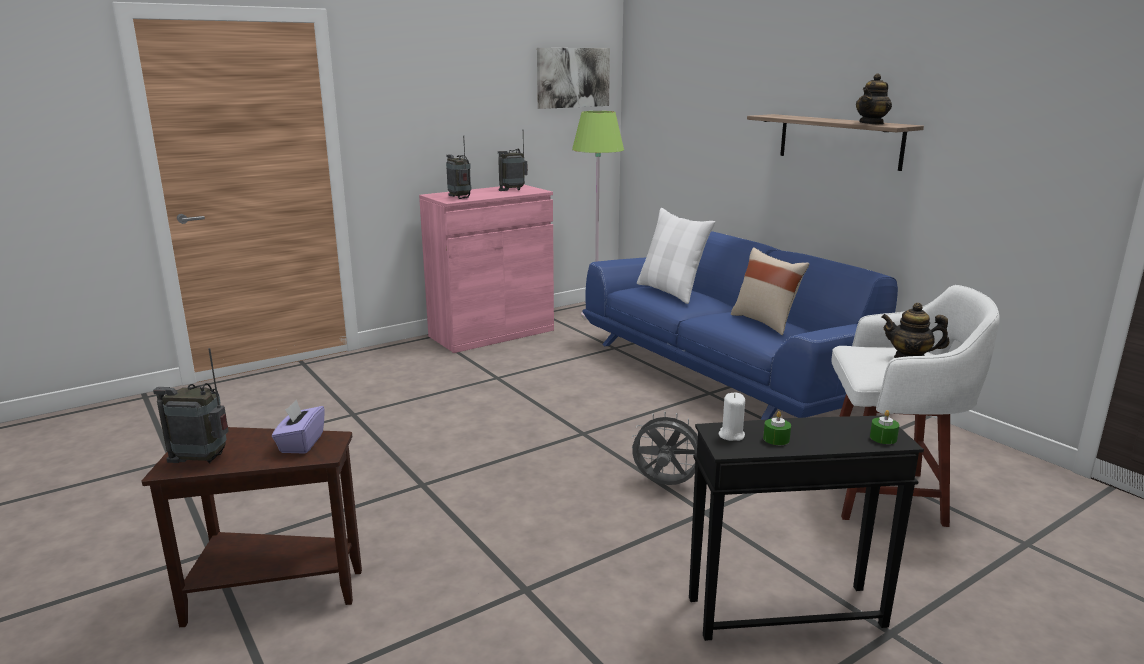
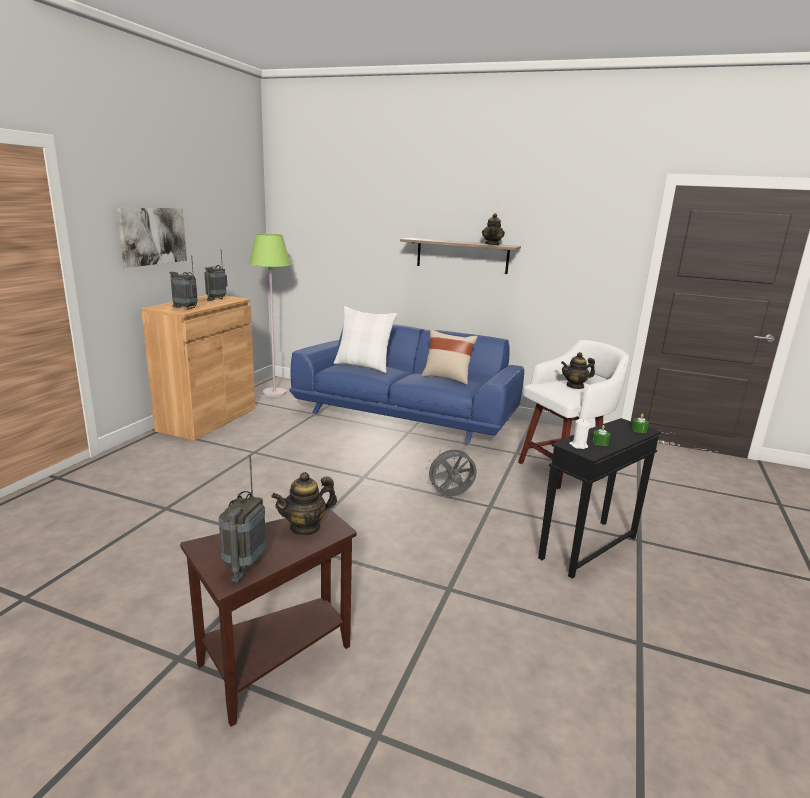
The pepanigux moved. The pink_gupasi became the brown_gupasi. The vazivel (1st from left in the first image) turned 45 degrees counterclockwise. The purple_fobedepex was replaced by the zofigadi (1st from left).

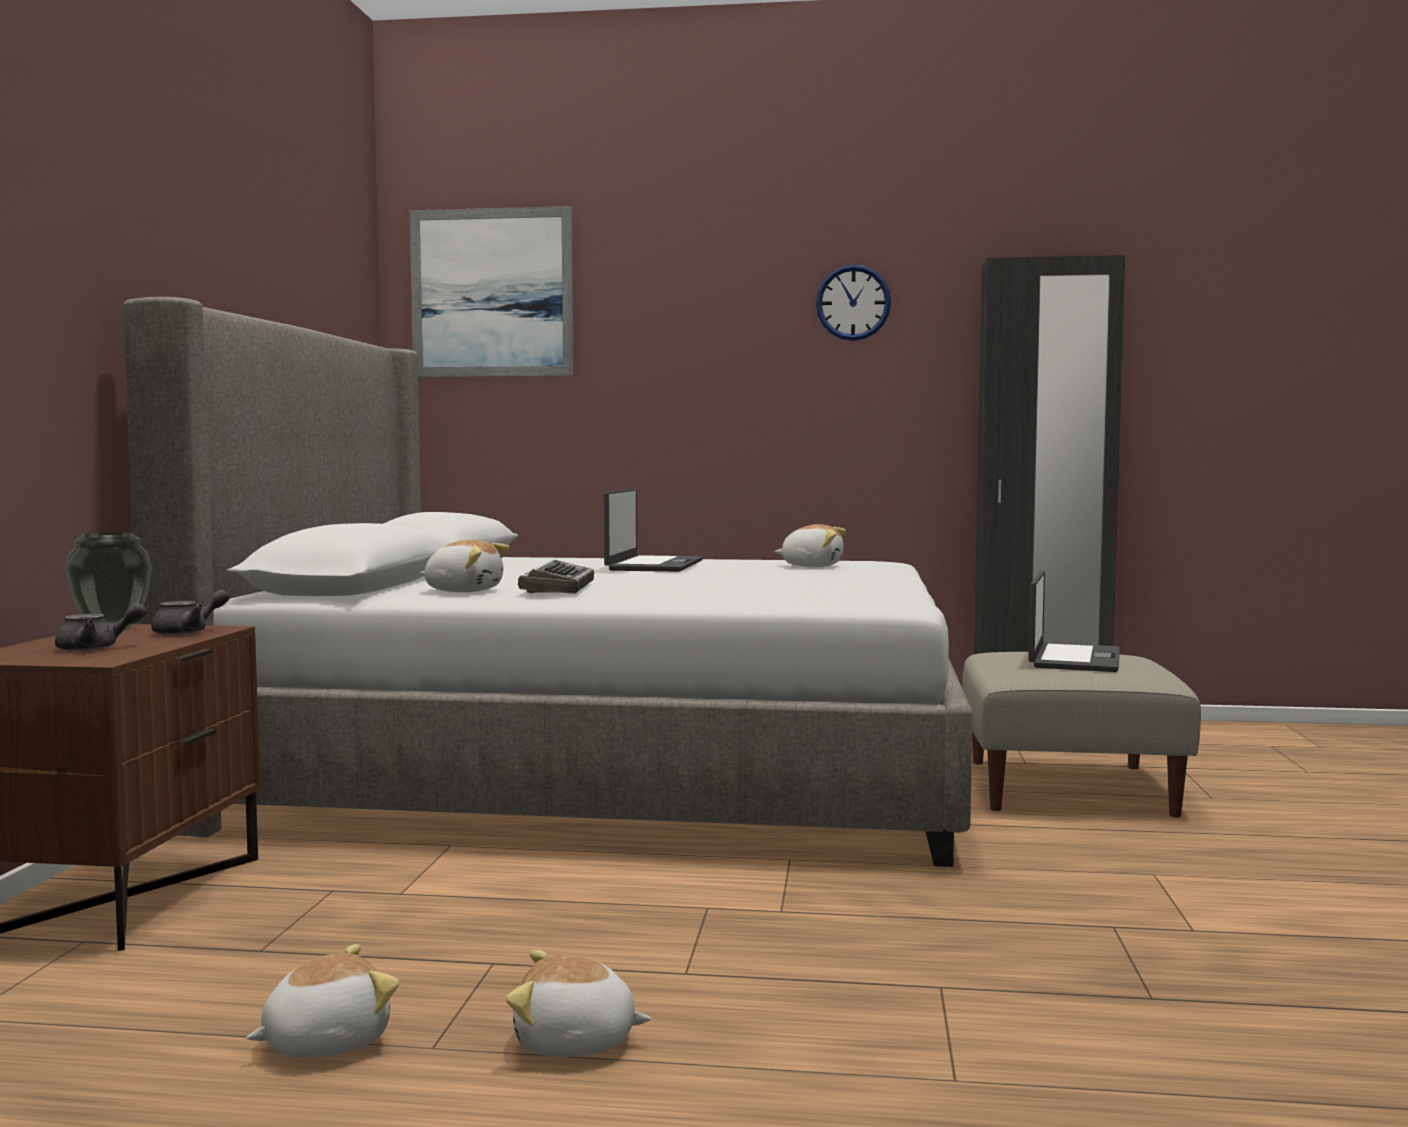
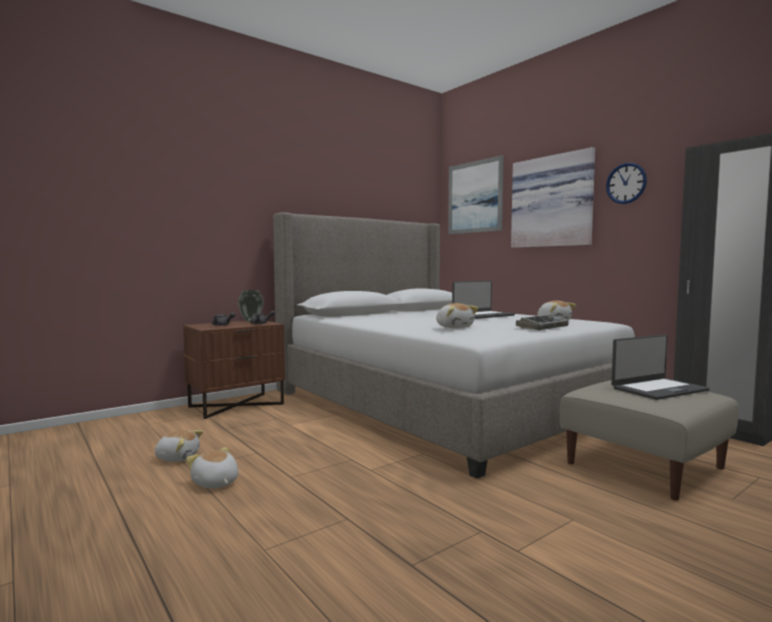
The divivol (2nd from left in the first image) moved. The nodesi moved. The pepanigux (2nd from left) appeared.

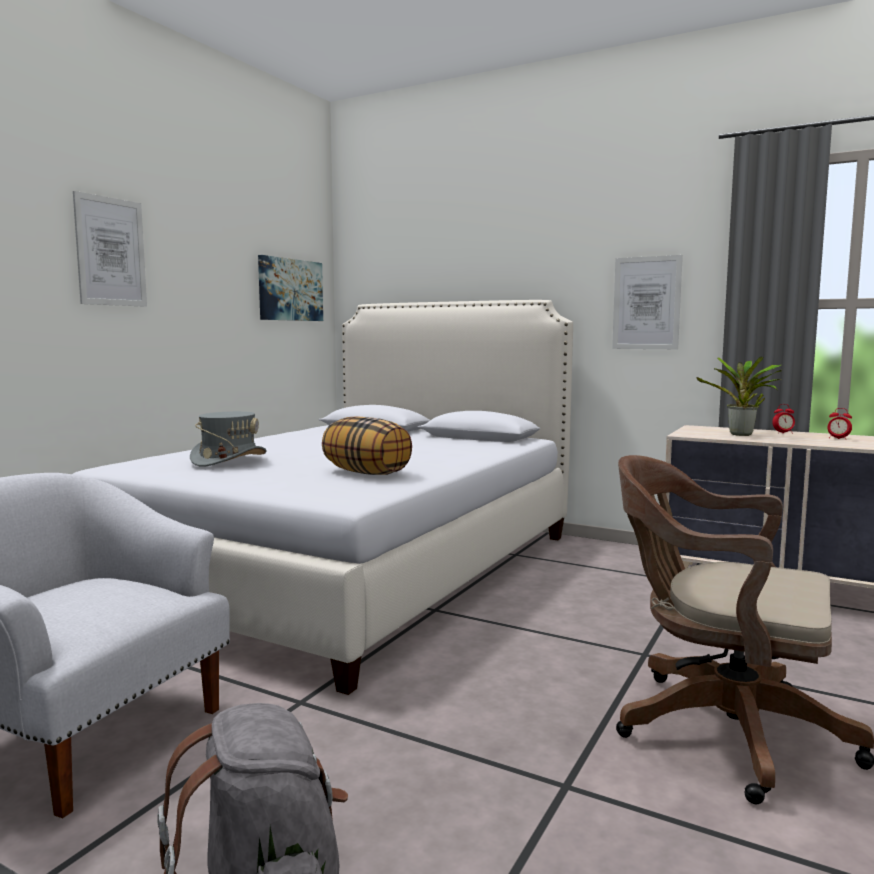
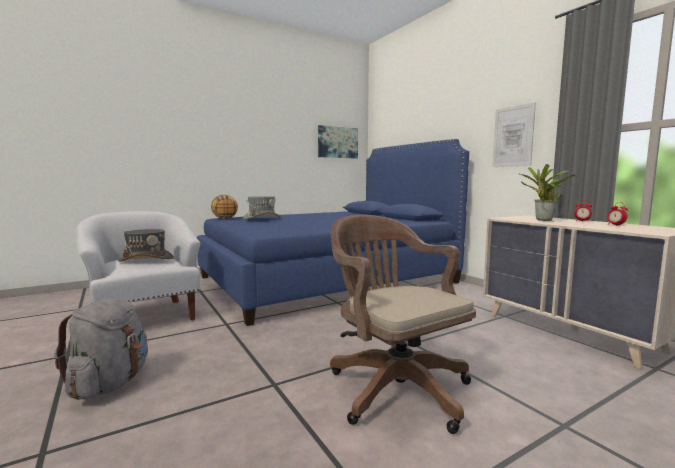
The pepanigux (1st from left) disappeared. The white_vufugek became the blue_vufugek. The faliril moved. The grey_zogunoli (1st from left) appeared.

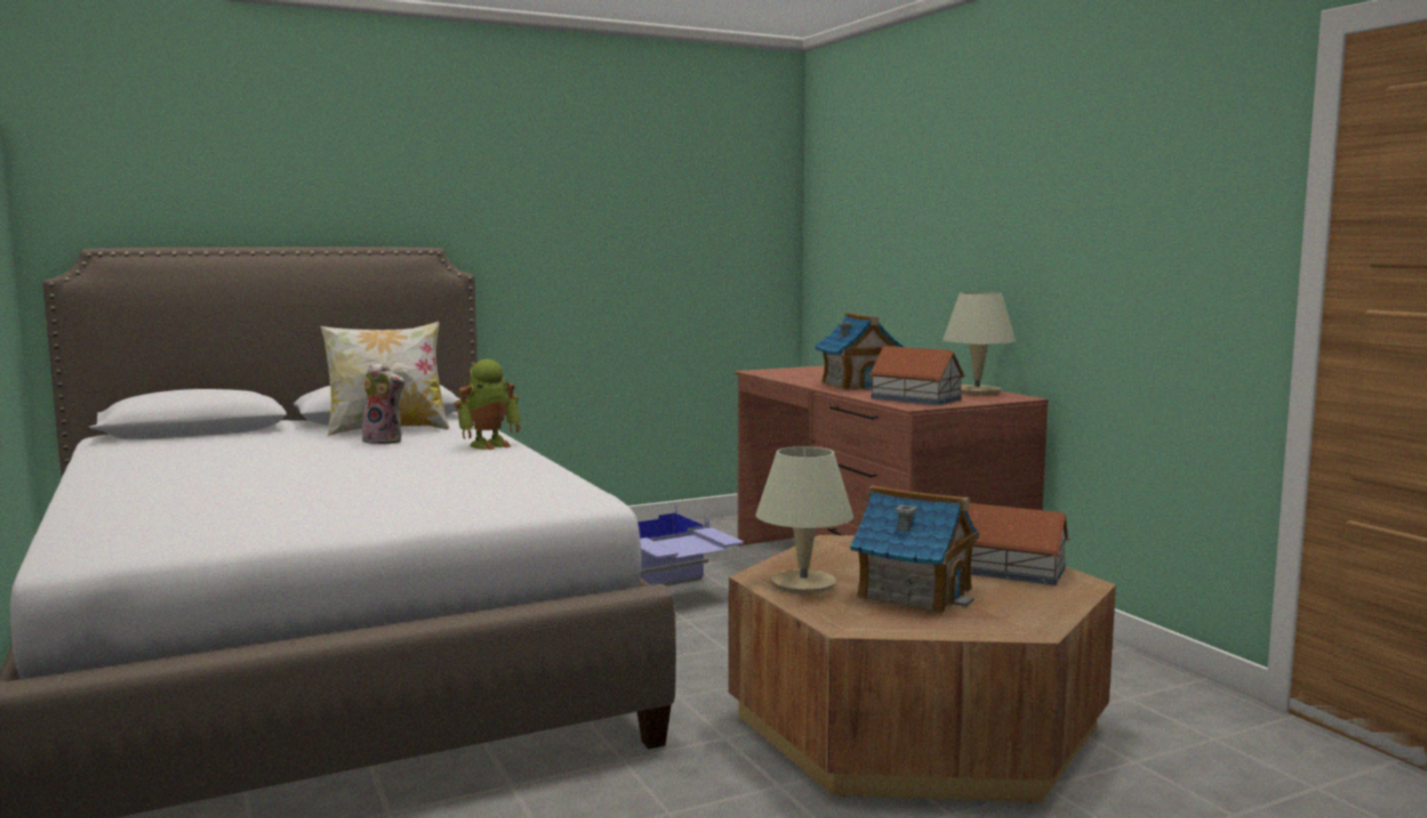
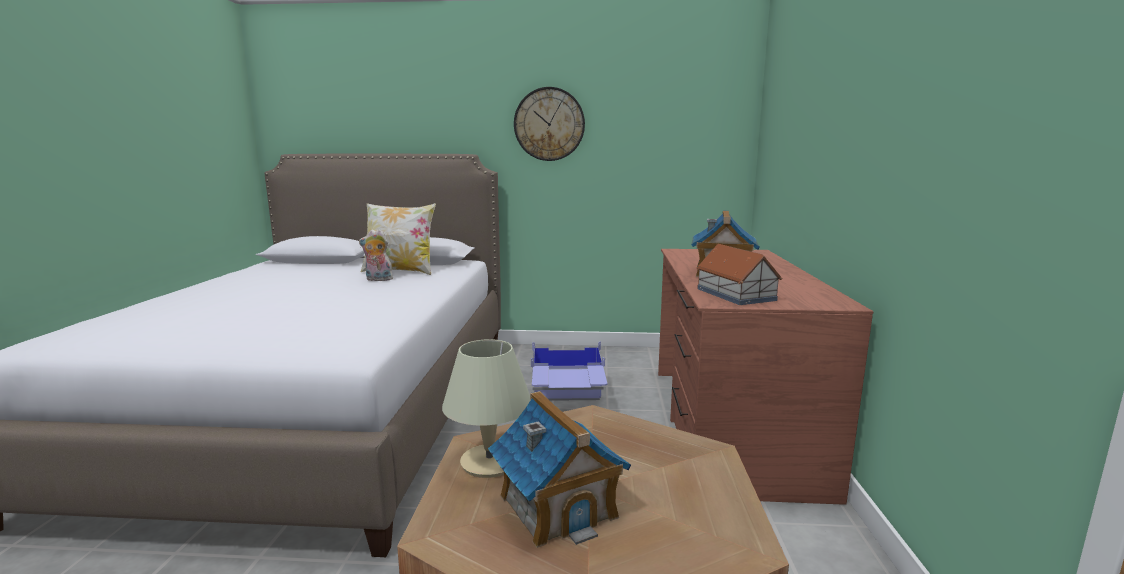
The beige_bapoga (2nd from left) disappeared. The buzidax disappeared. The divivol turned 135 degrees clockwise. The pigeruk (4th from left) disappeared. The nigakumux appeared.

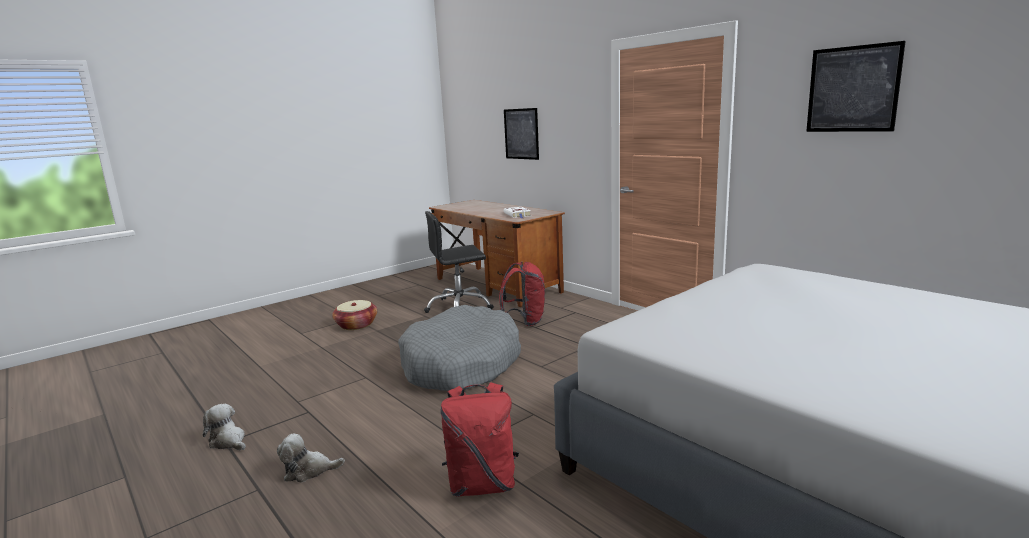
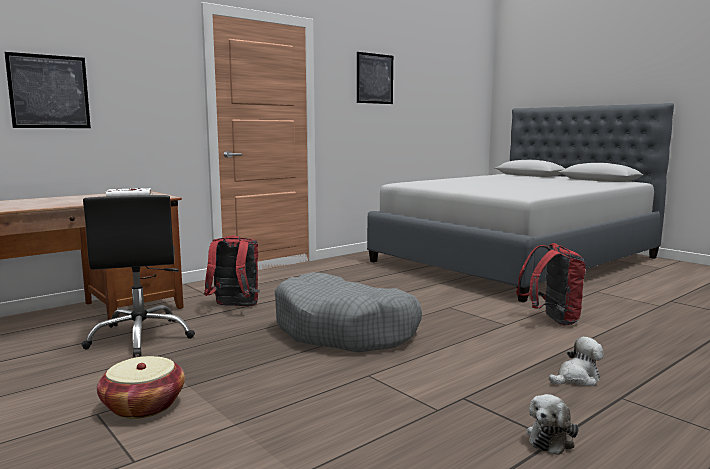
The divivol (2nd from left) turned 105 degrees counterclockwise.

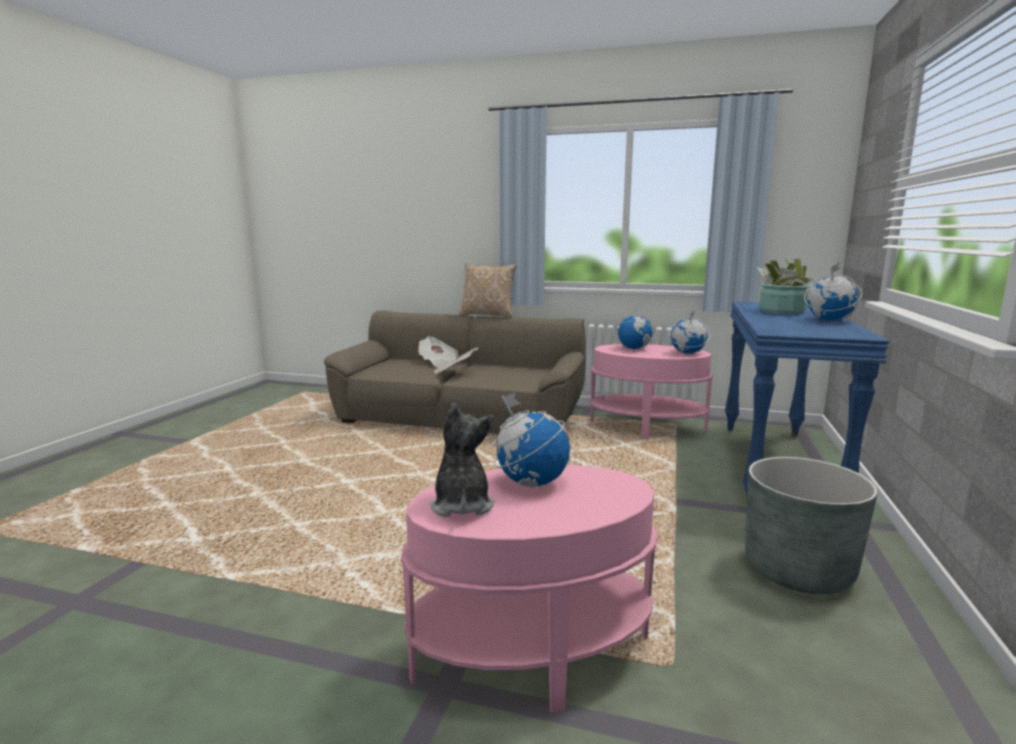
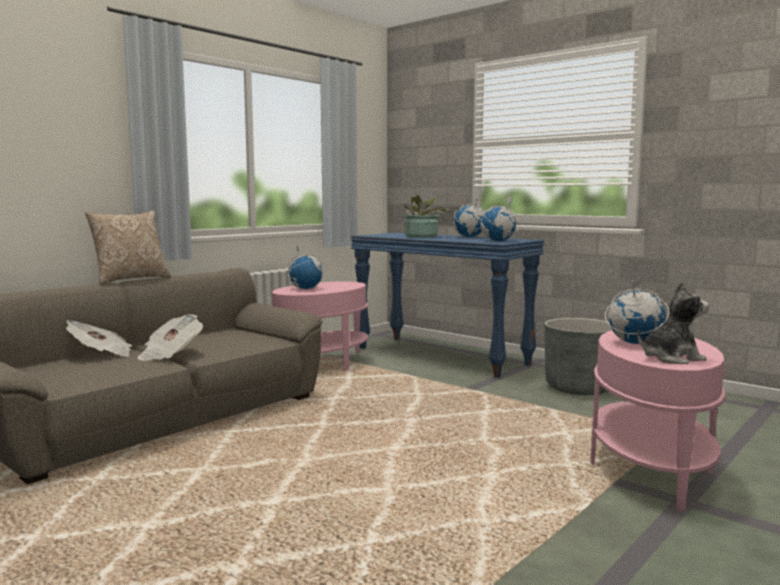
The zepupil (3rd from left) moved. The divivol turned 150 degrees clockwise.

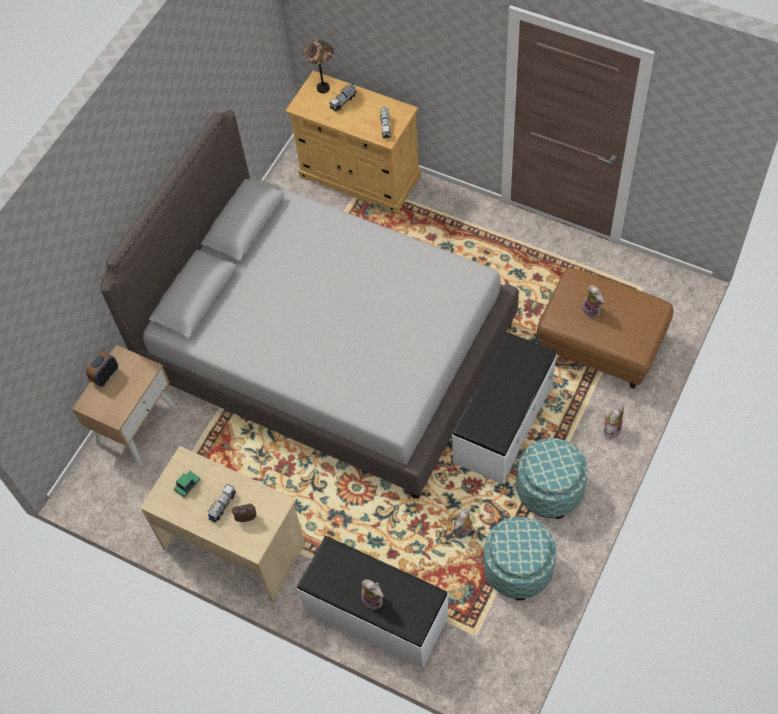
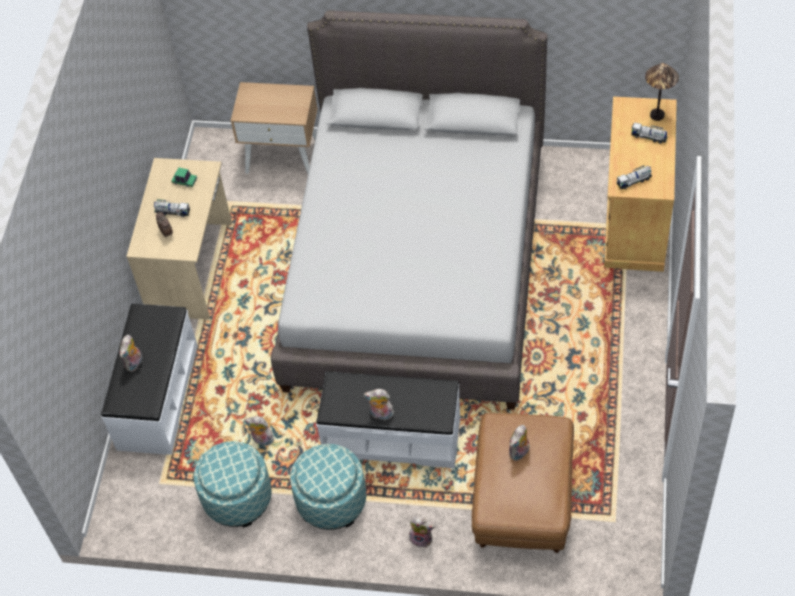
The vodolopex (1st from left) disappeared. The divivol (3rd from left) appeared.

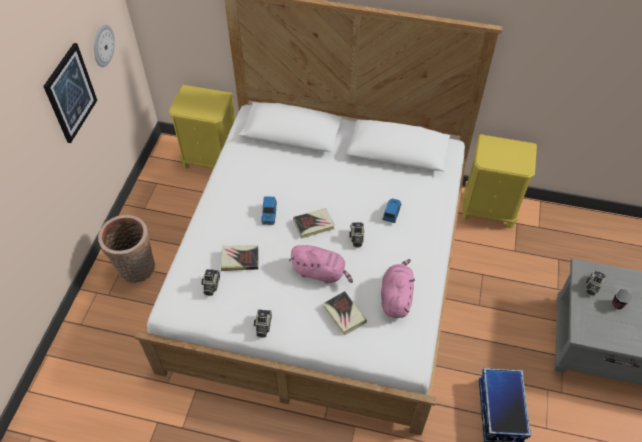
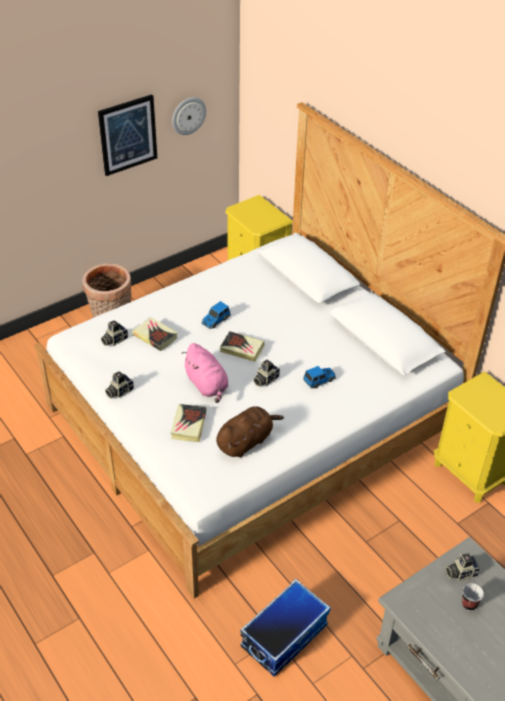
The pink_divivol (2nd from left) became the brown_divivol.

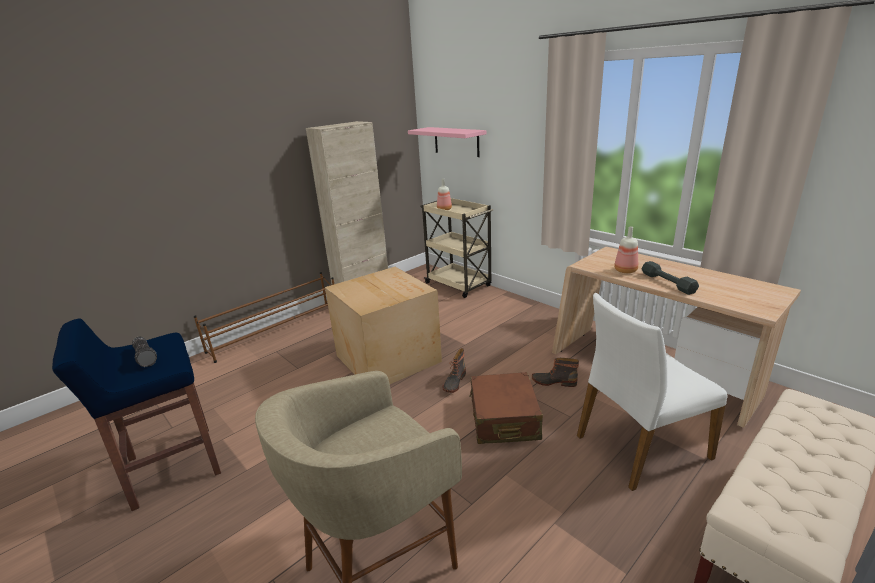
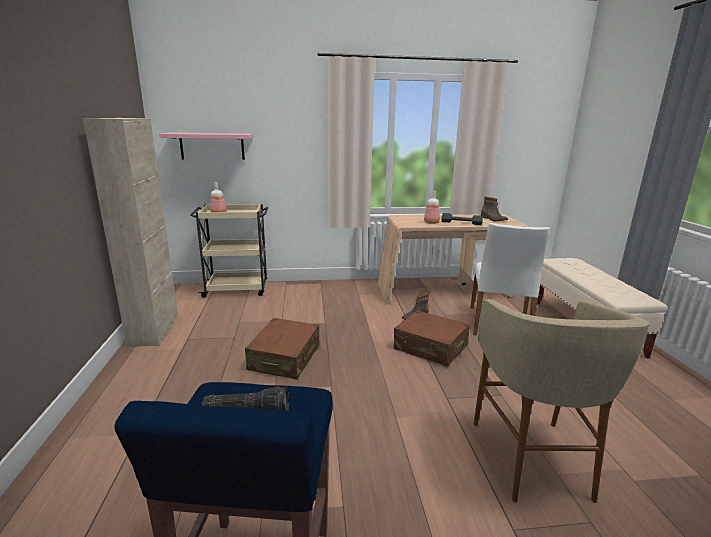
The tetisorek was replaced by the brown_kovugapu (1st from left). The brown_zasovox disappeared. The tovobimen (1st from left in the first image) moved.

